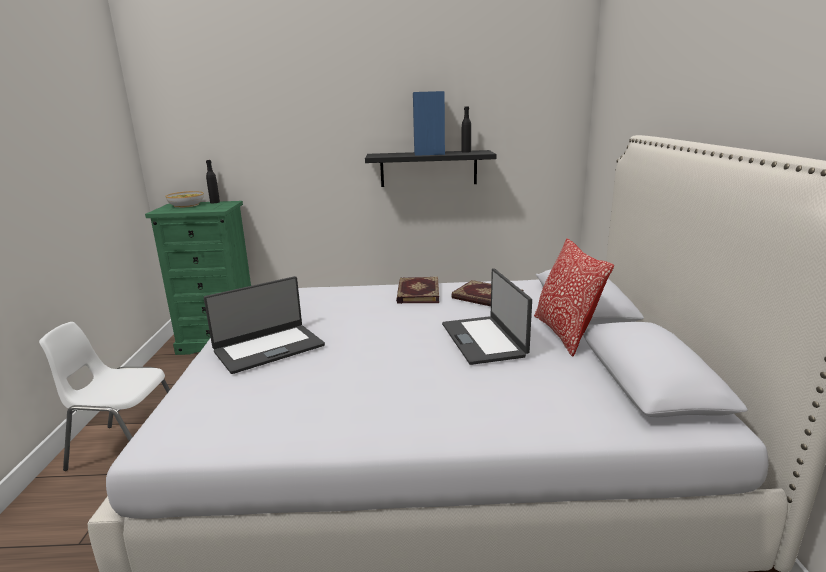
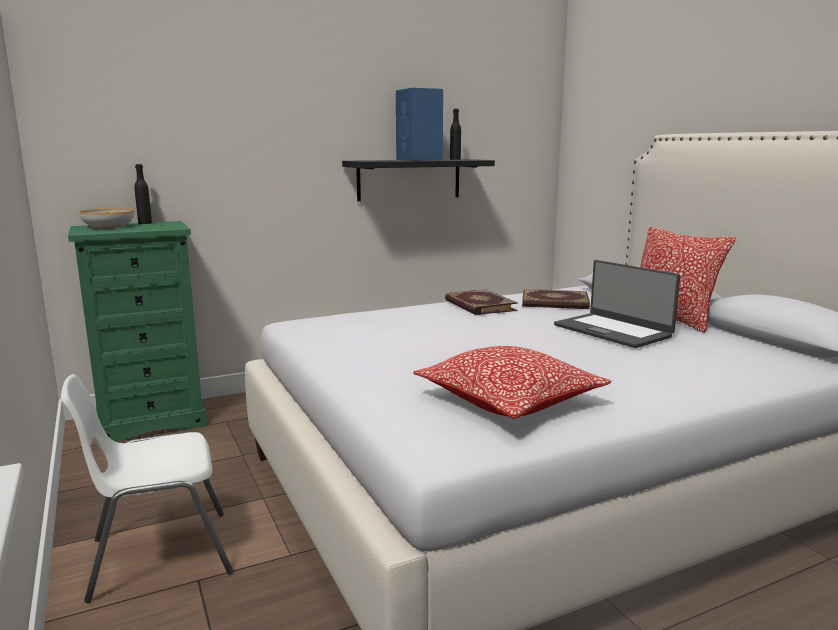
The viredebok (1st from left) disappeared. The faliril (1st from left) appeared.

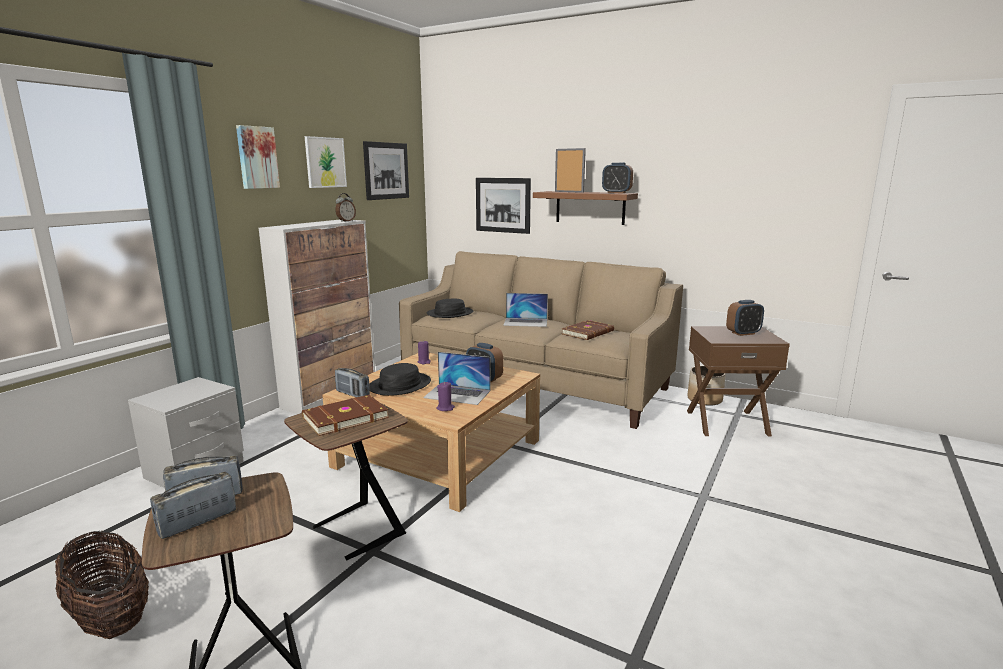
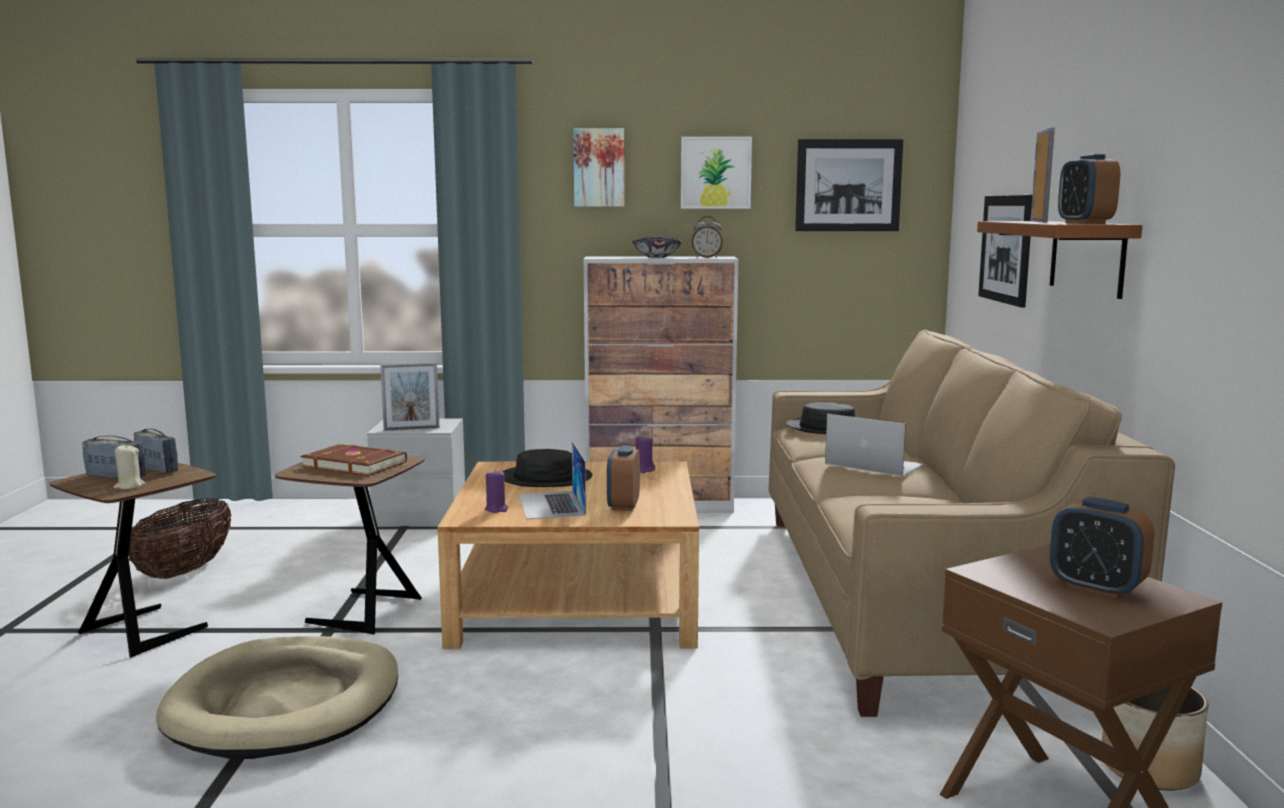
The viredebok (2nd from left) turned 150 degrees clockwise. The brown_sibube (2nd from left) disappeared. The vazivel (3rd from left) disappeared. The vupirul appeared. The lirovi (1st from left) appeared. The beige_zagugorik appeared. The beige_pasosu appeared.

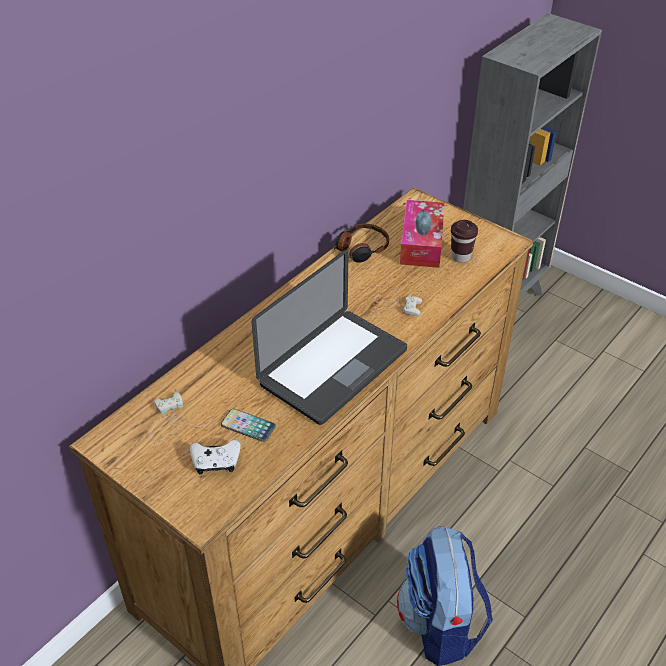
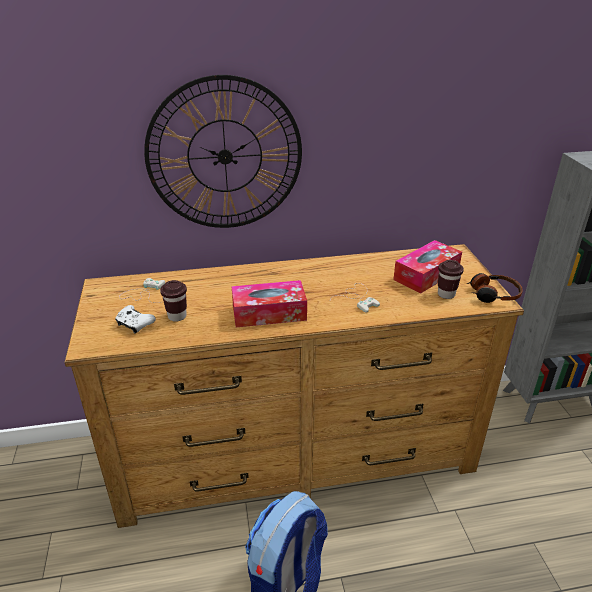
The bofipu moved. The viredebok was replaced by the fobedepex (1st from left). The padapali was replaced by the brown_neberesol (1st from left). The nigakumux appeared.

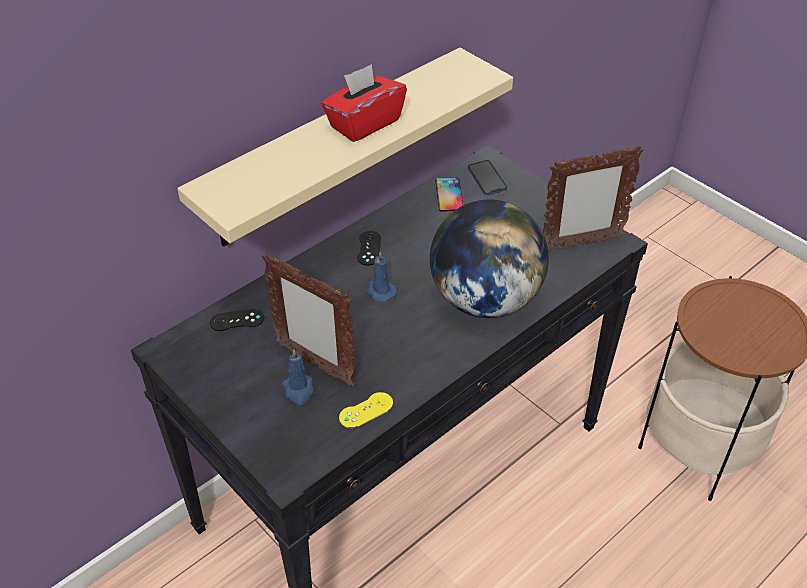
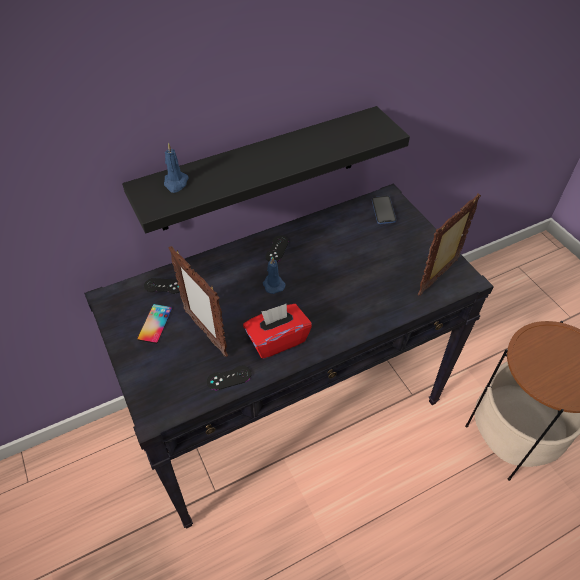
The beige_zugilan became the black_zugilan. The red_fobedepex moved. The lirovi (2nd from left) turned 135 degrees clockwise. The padapali (1st from left) moved. The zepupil disappeared. The blue_zagugorik (1st from left) moved. The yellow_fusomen became the black_fusomen (2nd from left).

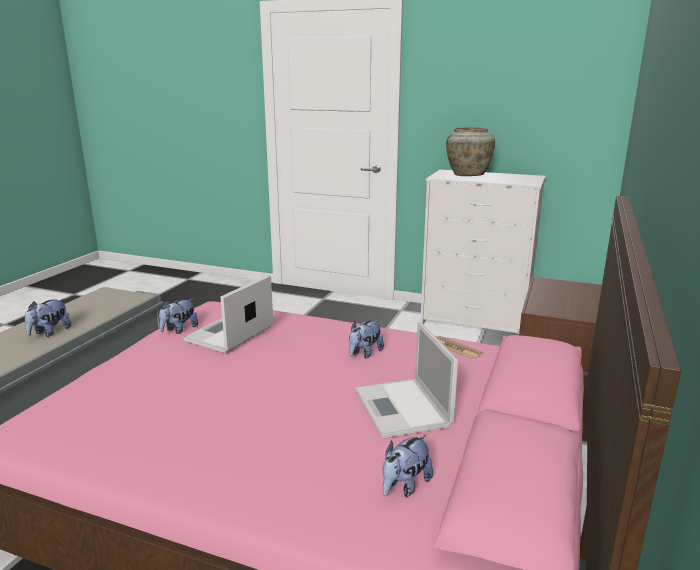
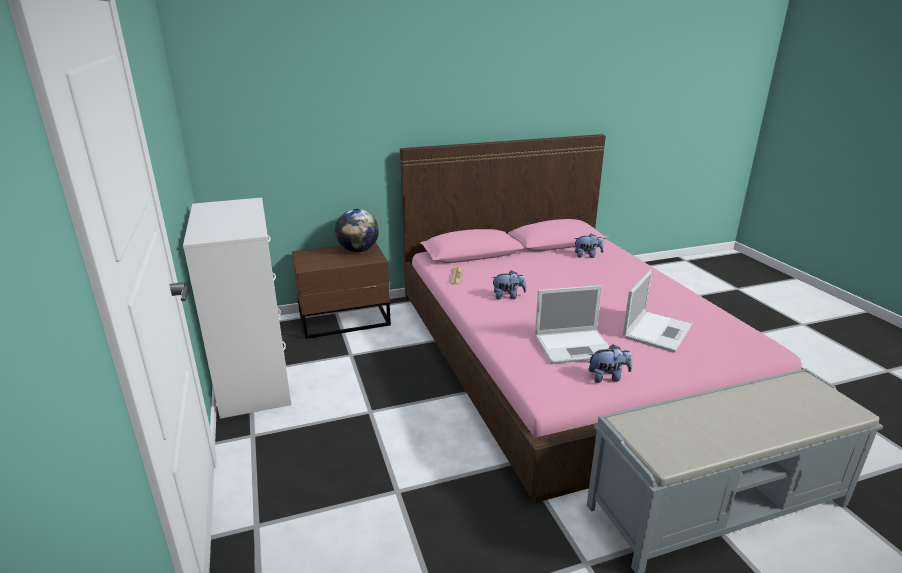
The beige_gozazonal disappeared. The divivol (1st from left) disappeared. The viredebok (2nd from left) moved. The zepupil appeared.

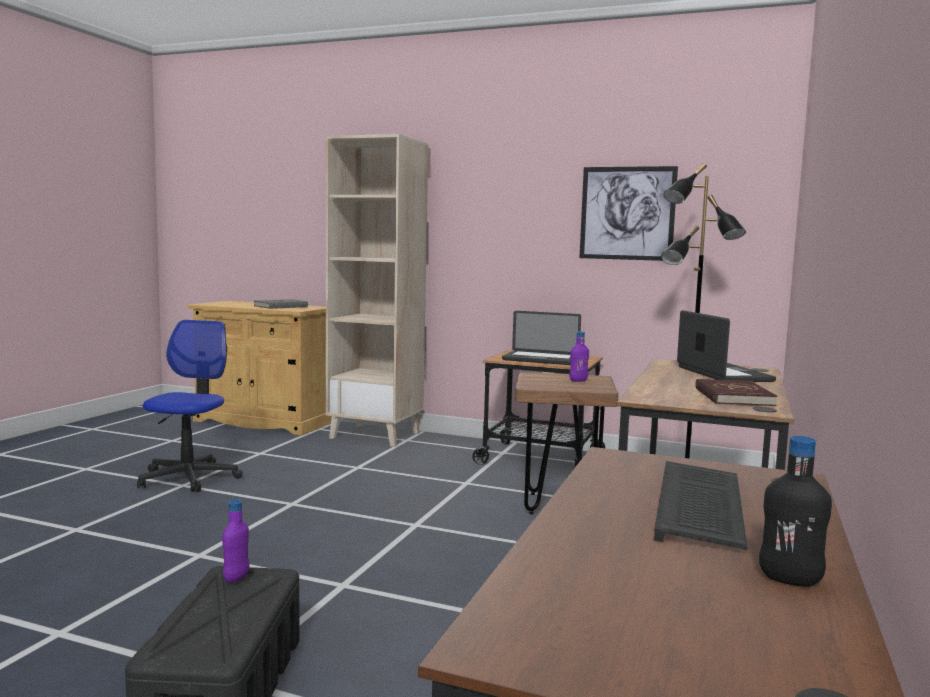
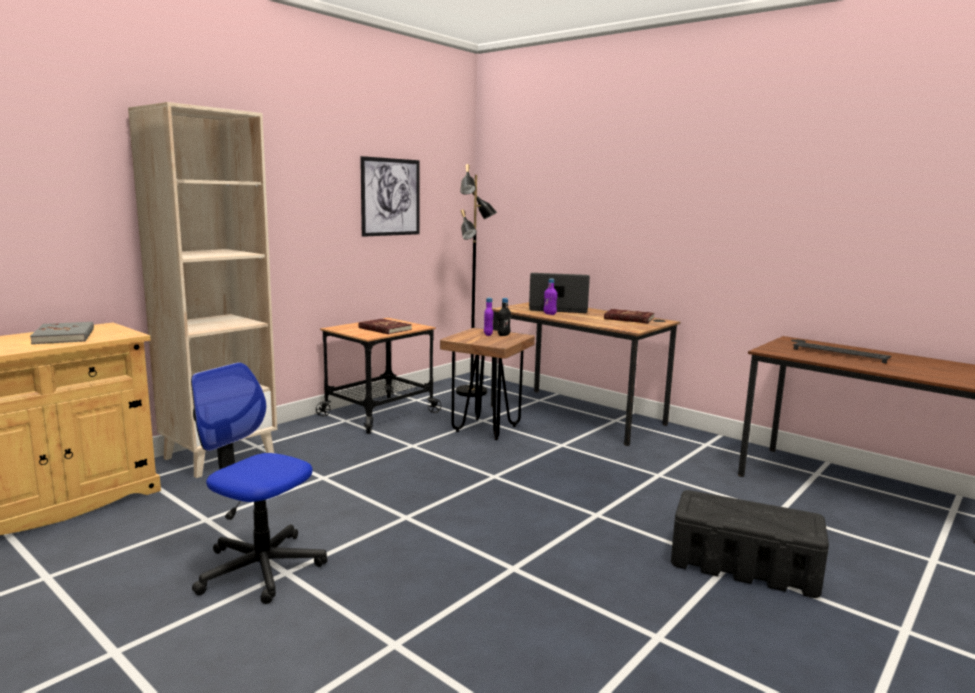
The viredebok (1st from left) was replaced by the red_sibube (1st from left). The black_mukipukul moved. The purple_mukipukul (1st from left in the first image) moved.

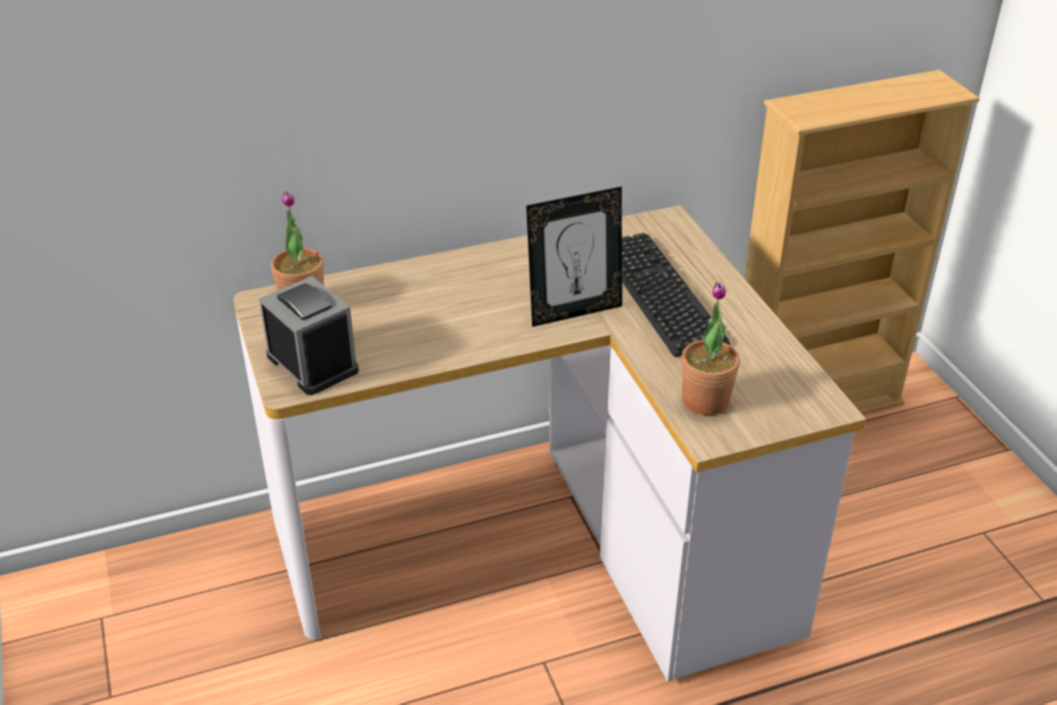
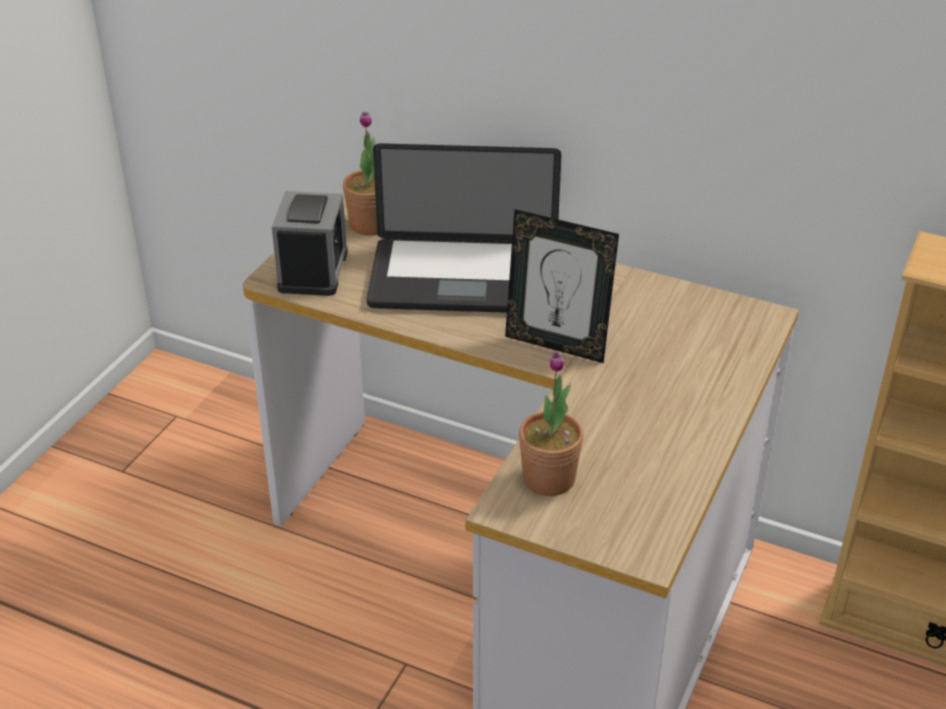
The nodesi disappeared. The viredebok appeared.

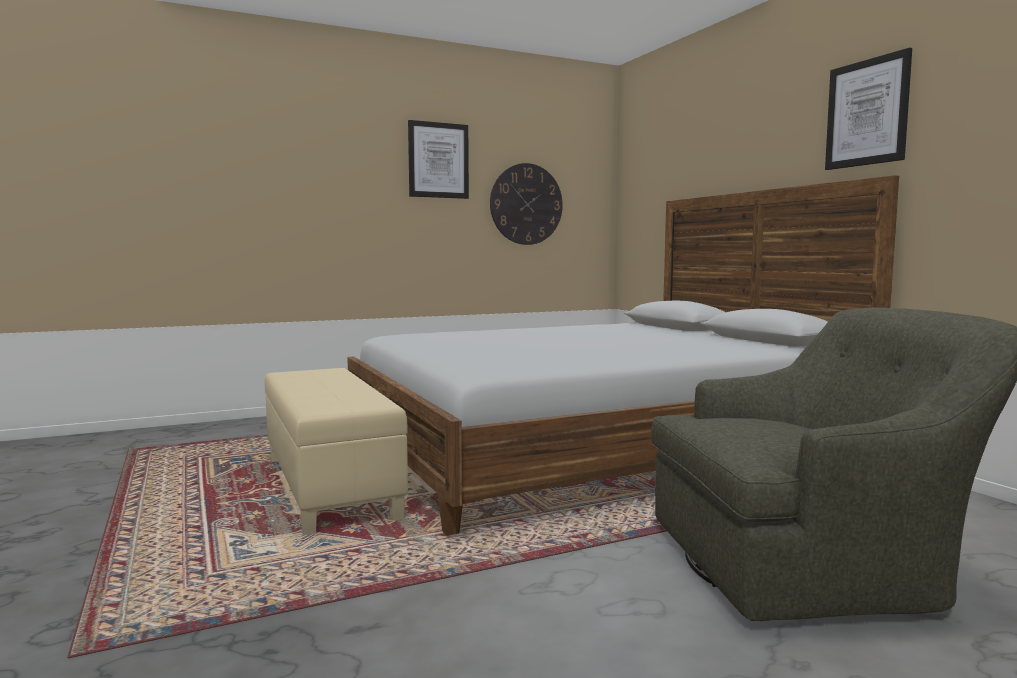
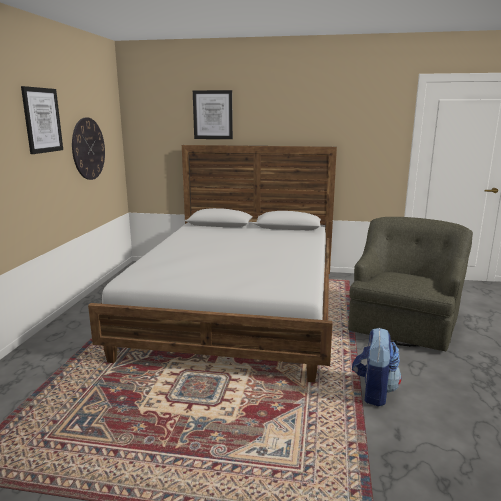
The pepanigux (2nd from left) moved. The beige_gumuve disappeared. The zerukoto appeared.

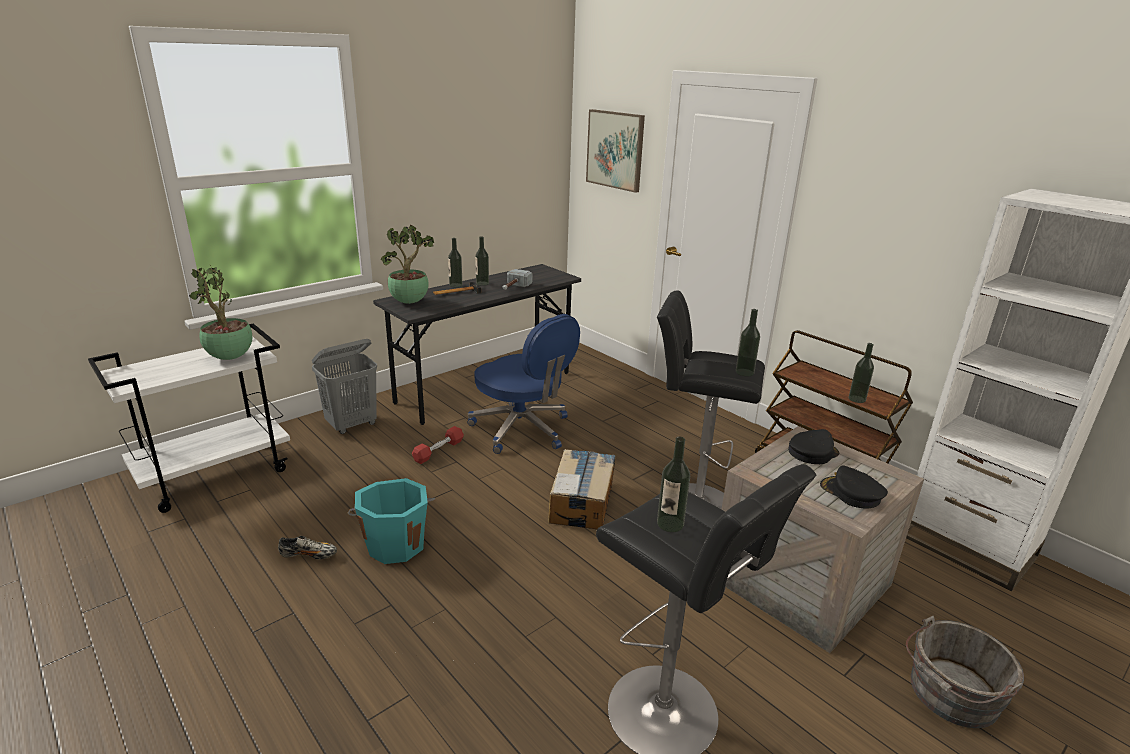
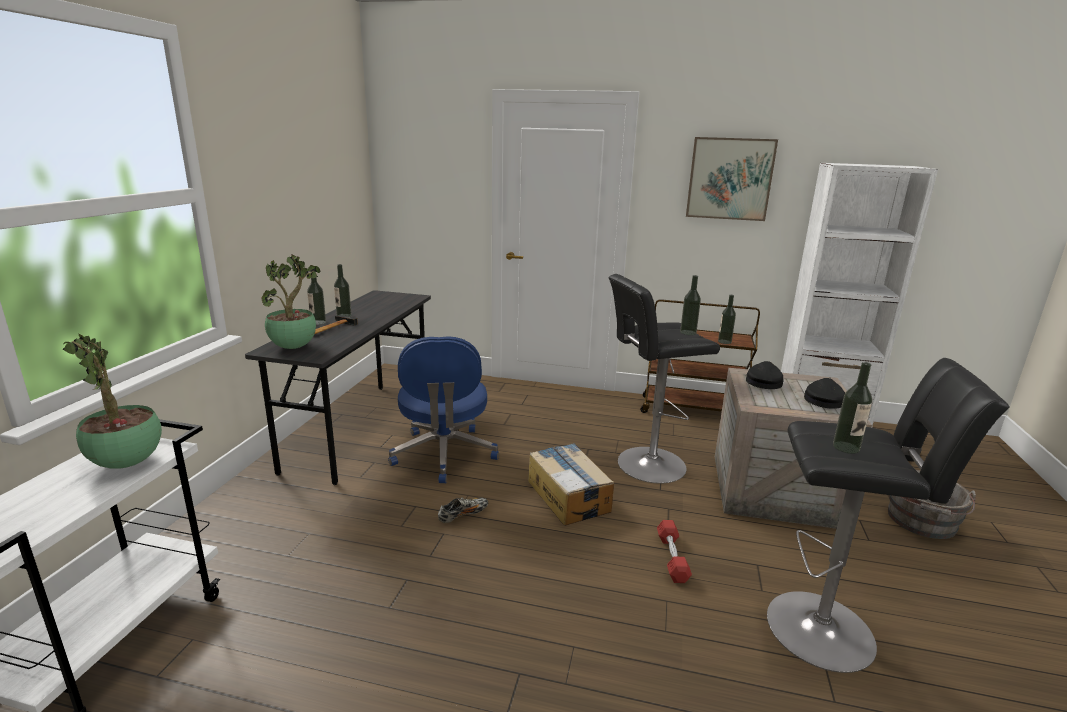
The pepanigux moved. The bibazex (2nd from left) disappeared. The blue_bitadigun turned 75 degrees clockwise. The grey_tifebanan disappeared. The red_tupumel moved. The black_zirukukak (2nd from left) turned 105 degrees clockwise. The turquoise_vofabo disappeared. The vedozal moved.

